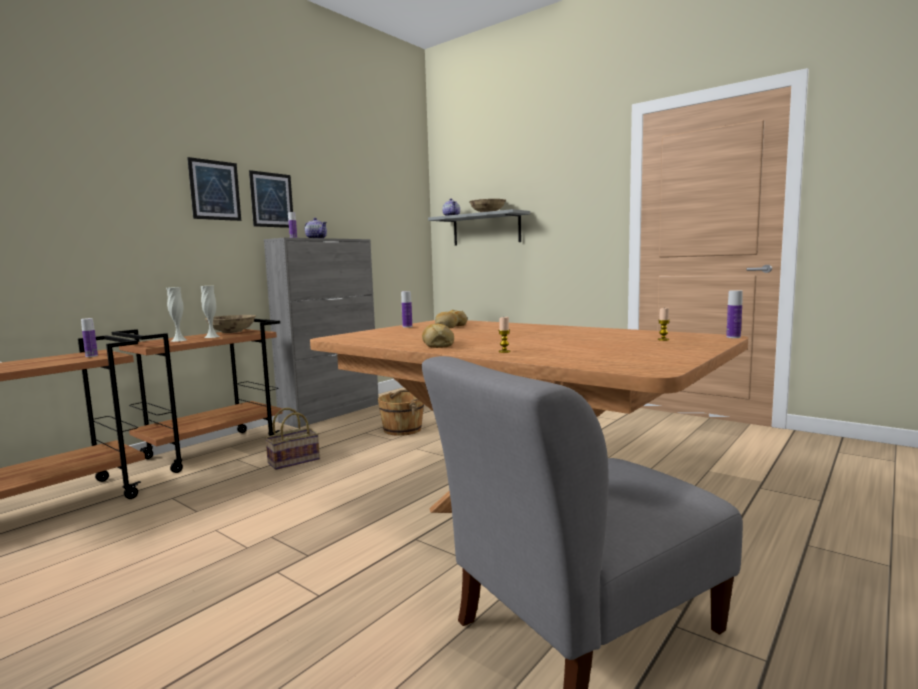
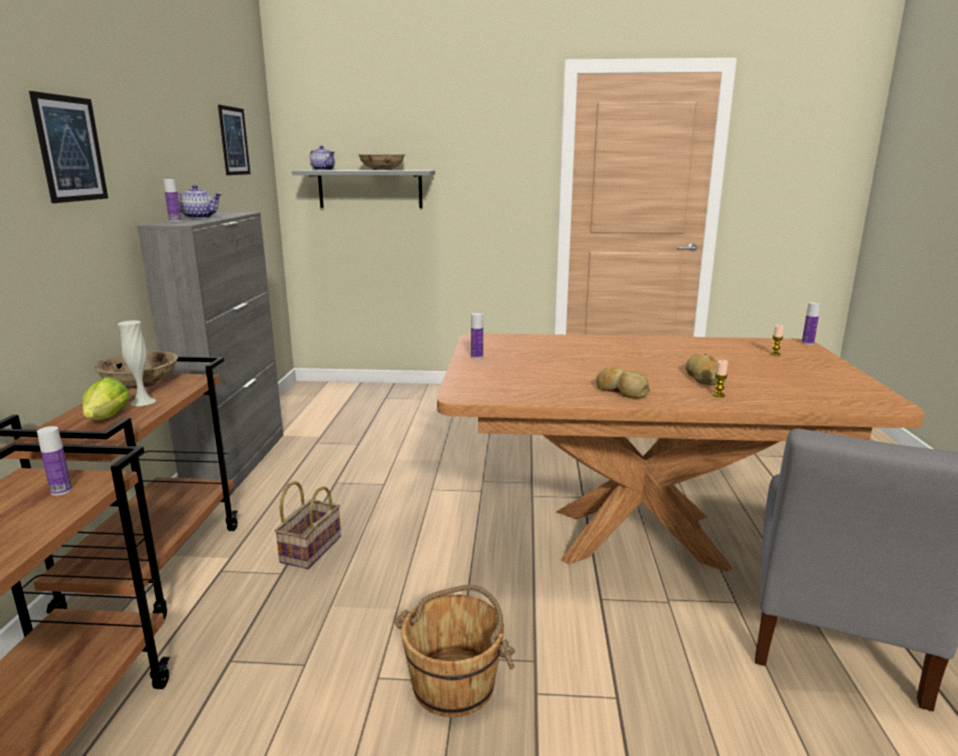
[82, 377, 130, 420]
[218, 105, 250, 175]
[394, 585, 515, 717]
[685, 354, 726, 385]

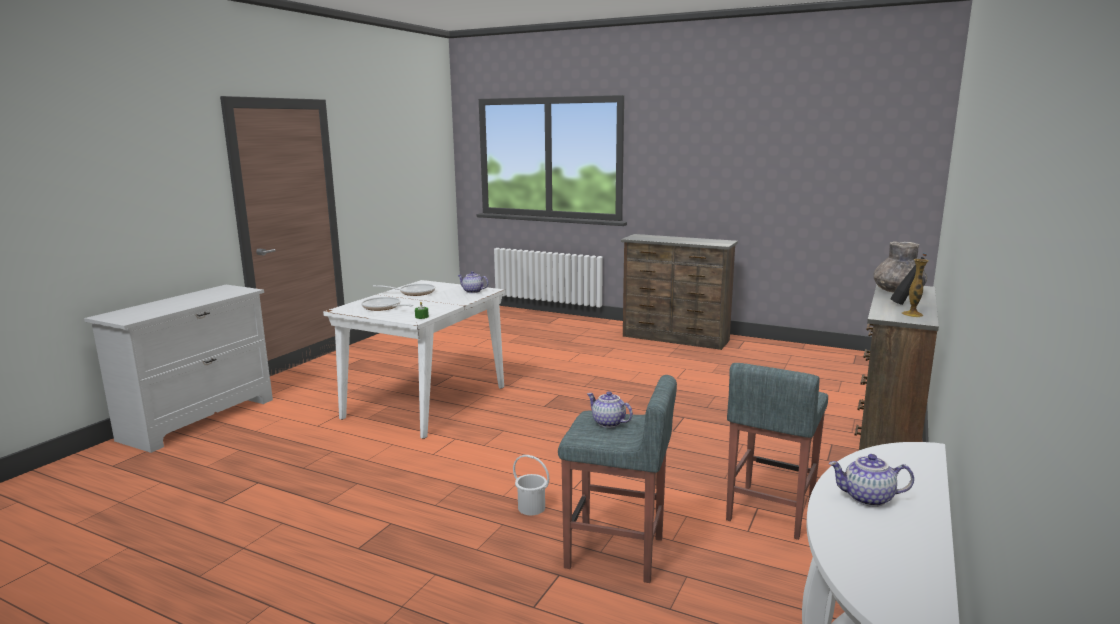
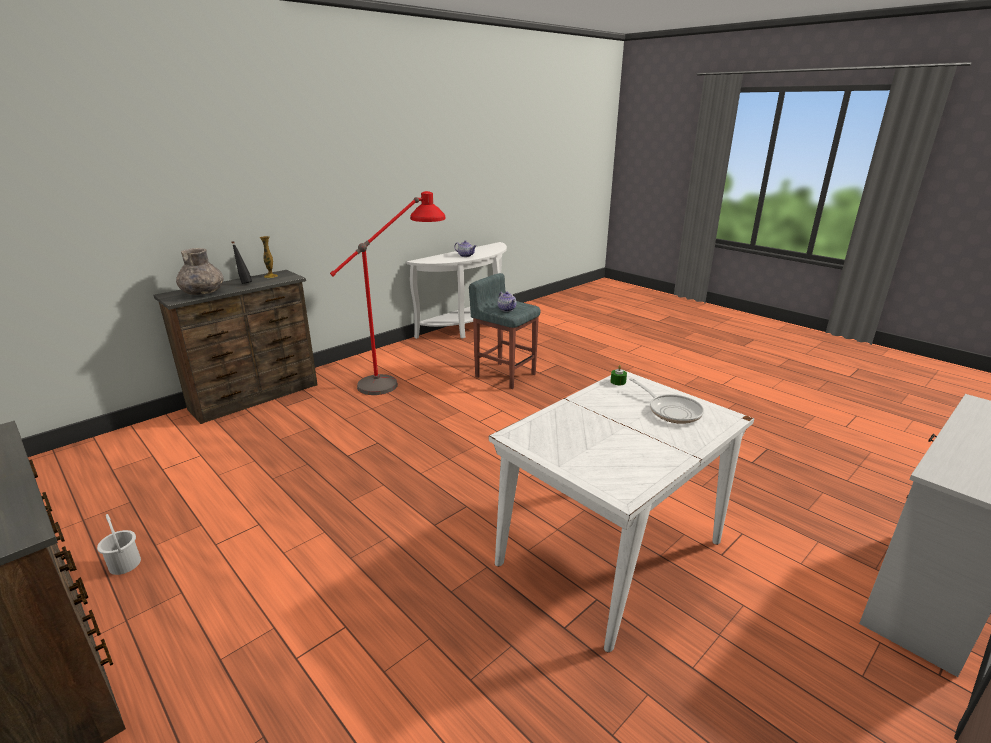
[97, 514, 141, 575]
[330, 191, 445, 395]
[373, 284, 435, 296] (first image)
[457, 271, 488, 293] (first image)

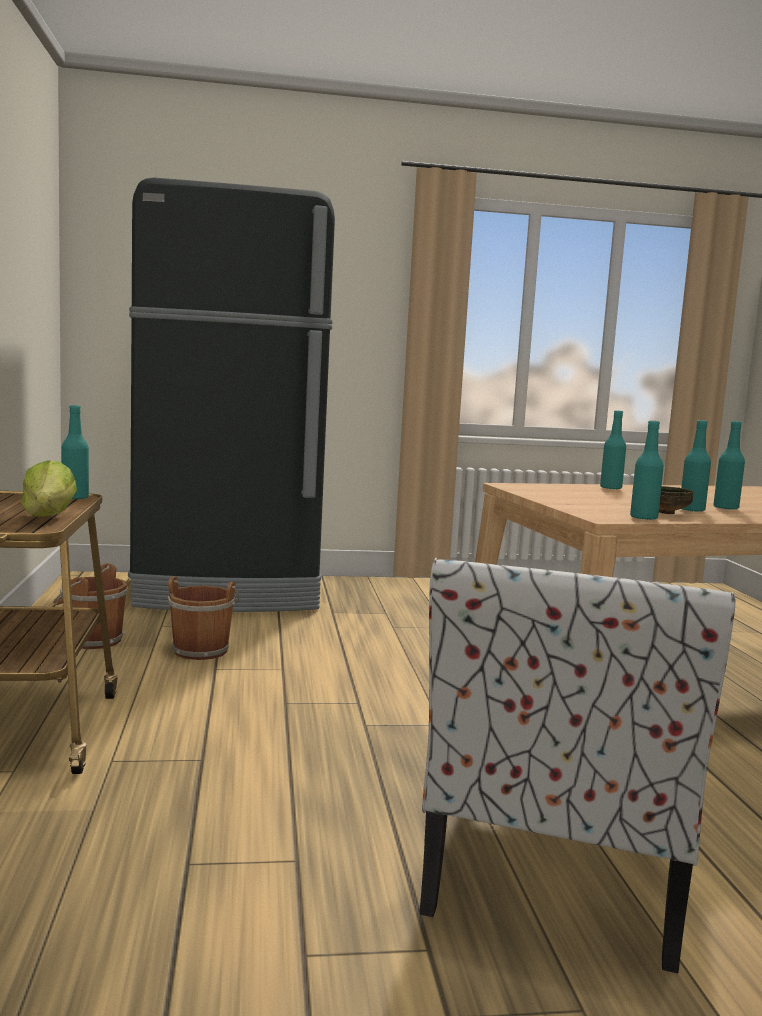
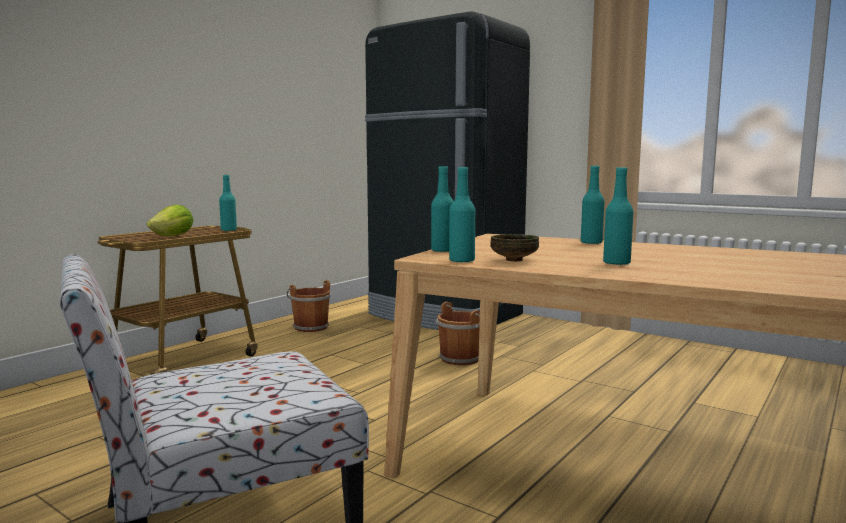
[431, 166, 454, 252]
[435, 302, 480, 365]

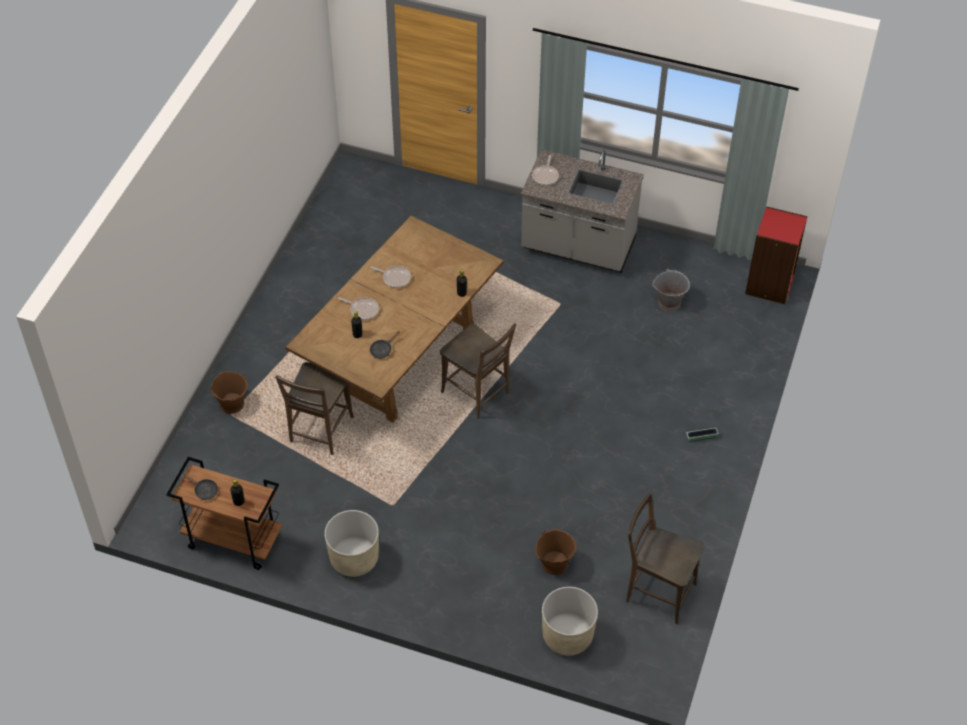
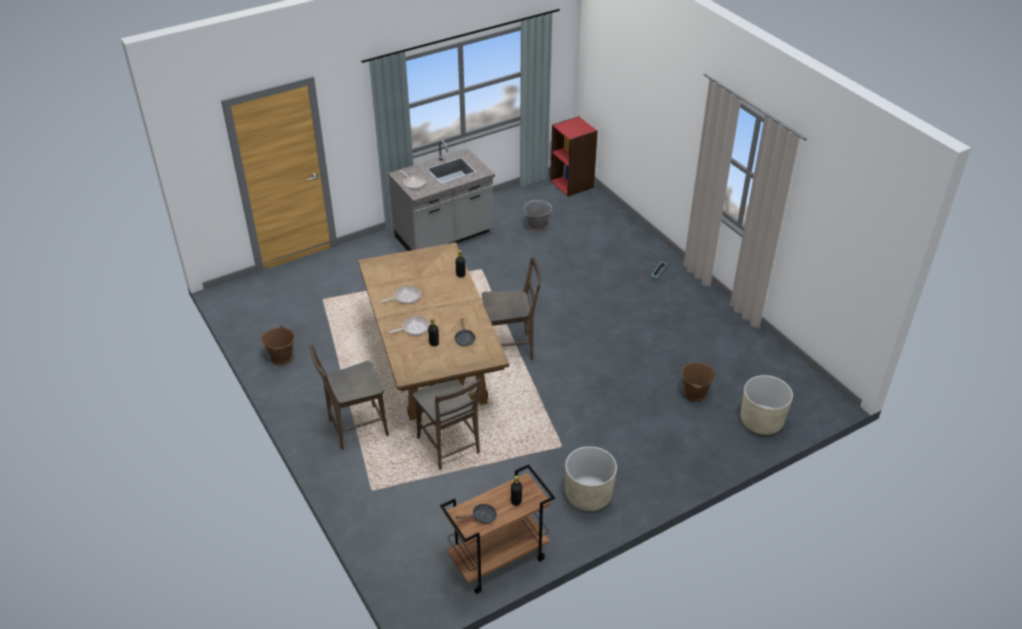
[261, 325, 295, 365]
[310, 344, 389, 450]

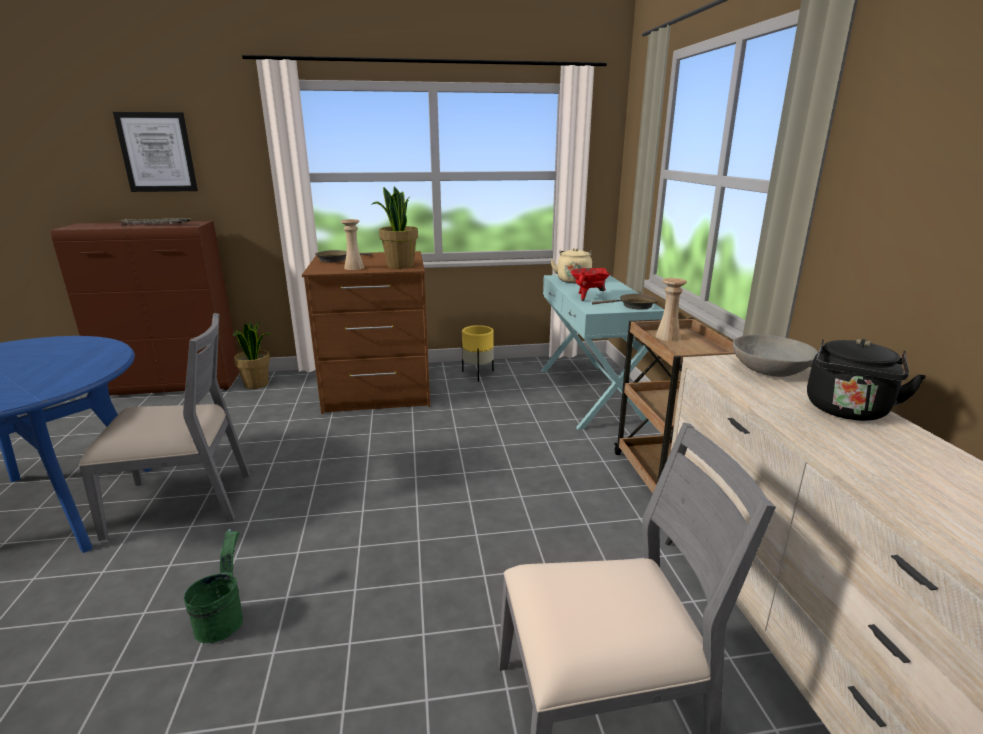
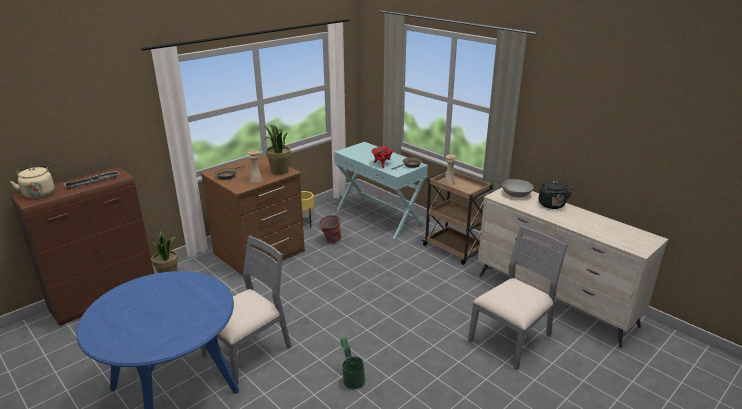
[10, 165, 54, 199]
[318, 215, 341, 243]
[113, 112, 198, 192] (first image)

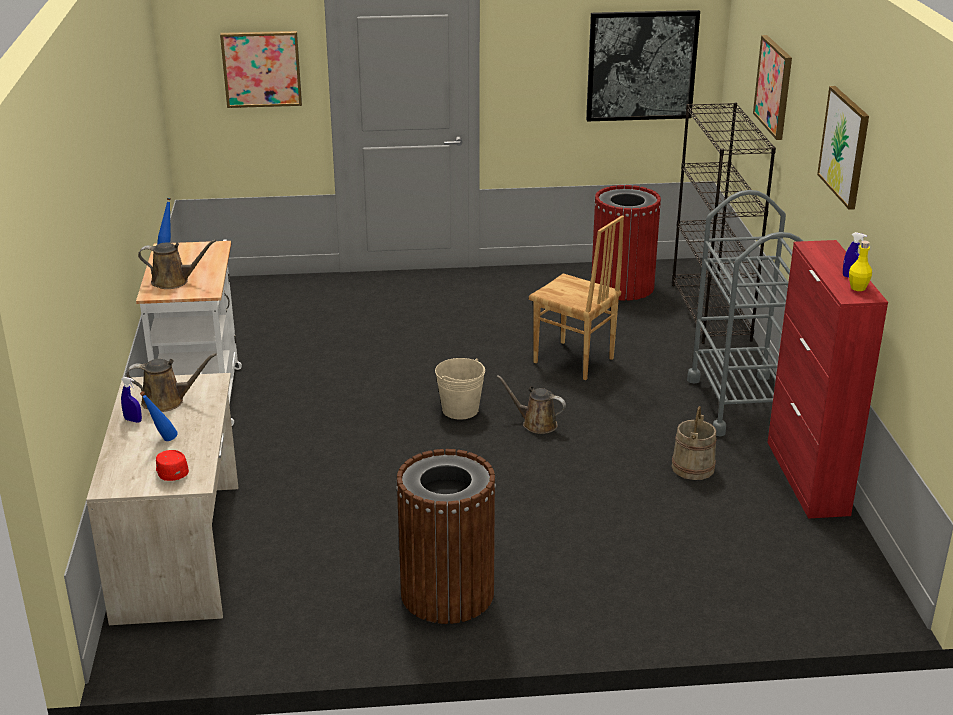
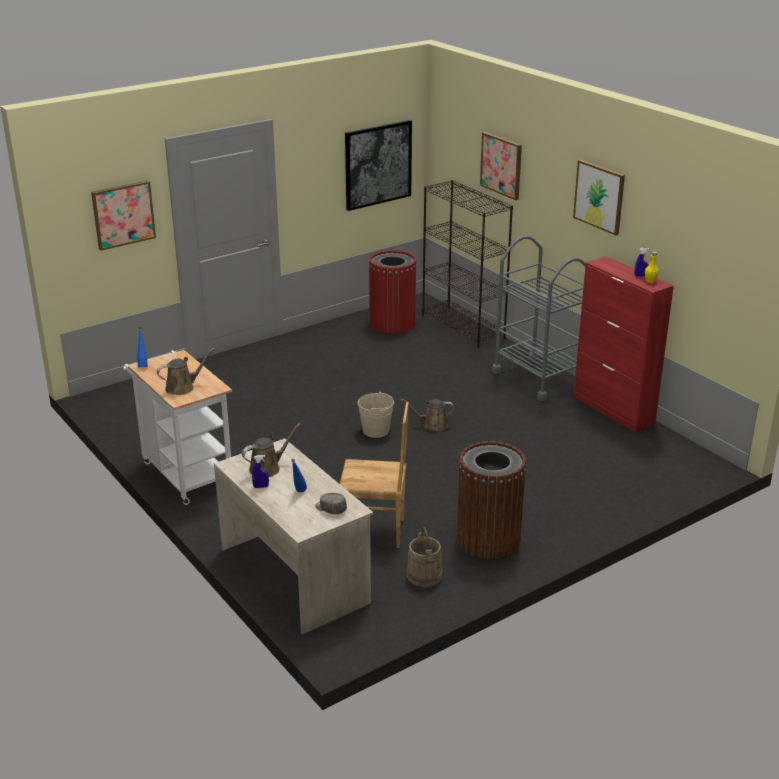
[315, 493, 347, 514]
[340, 402, 409, 548]
[406, 527, 442, 587]

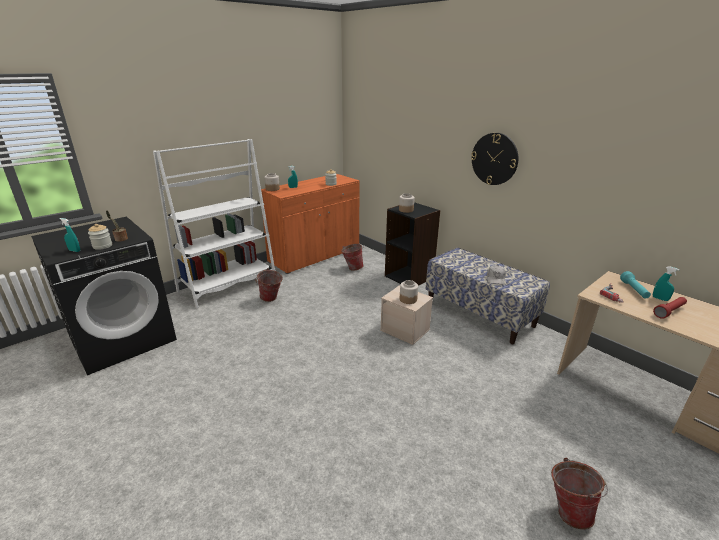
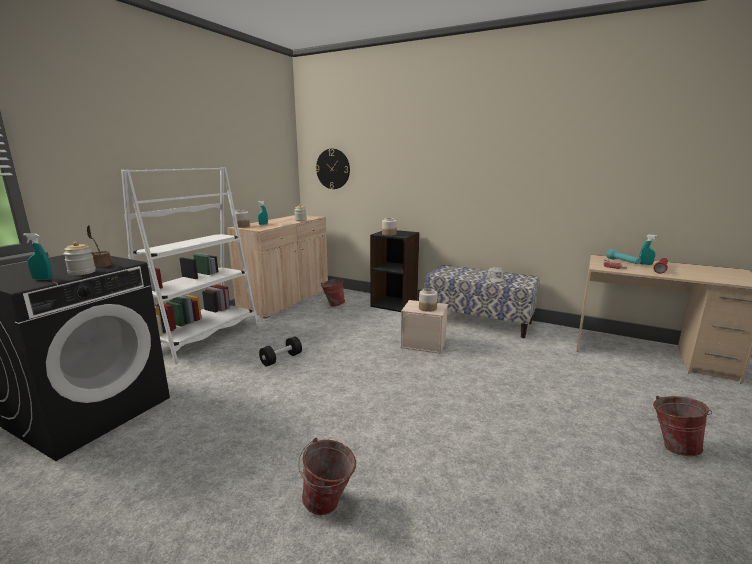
[227, 215, 328, 319]
[259, 336, 302, 367]
[298, 438, 356, 515]
[316, 149, 350, 189]

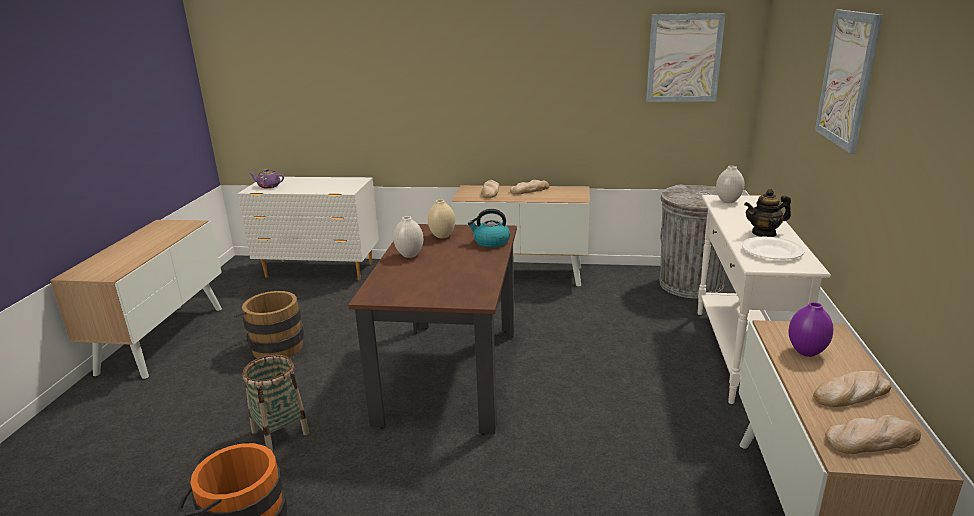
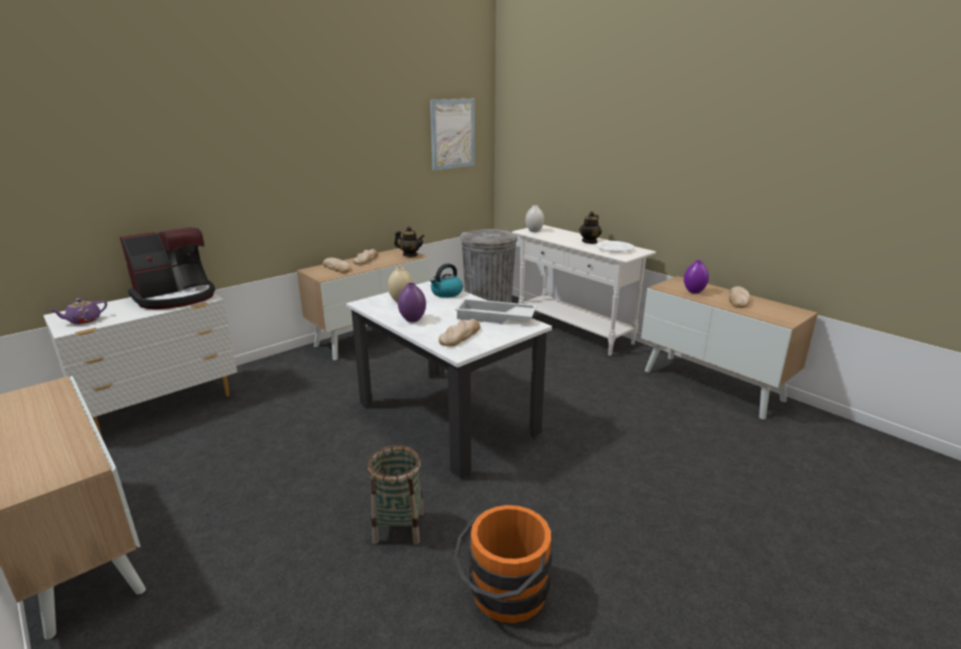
[120, 227, 215, 309]
[346, 281, 552, 478]
[394, 226, 425, 257]
[398, 283, 426, 322]
[439, 319, 480, 346]
[455, 299, 537, 323]
[234, 291, 304, 358] (first image)
[815, 10, 883, 153] (first image)

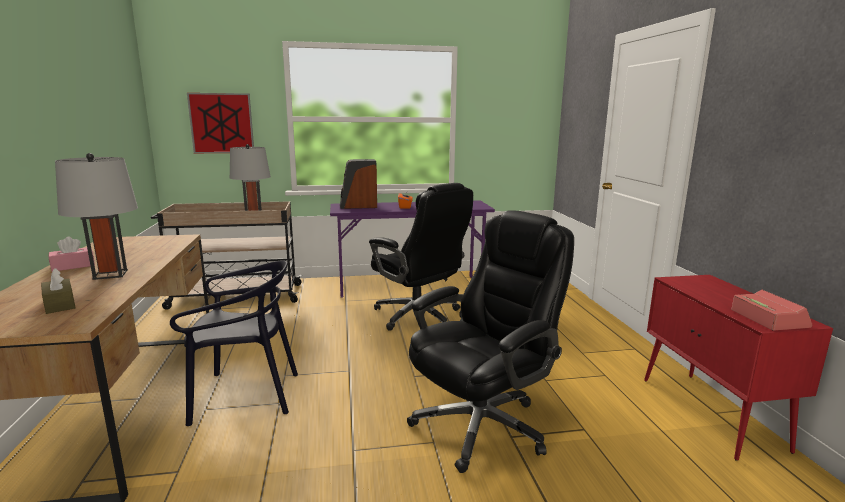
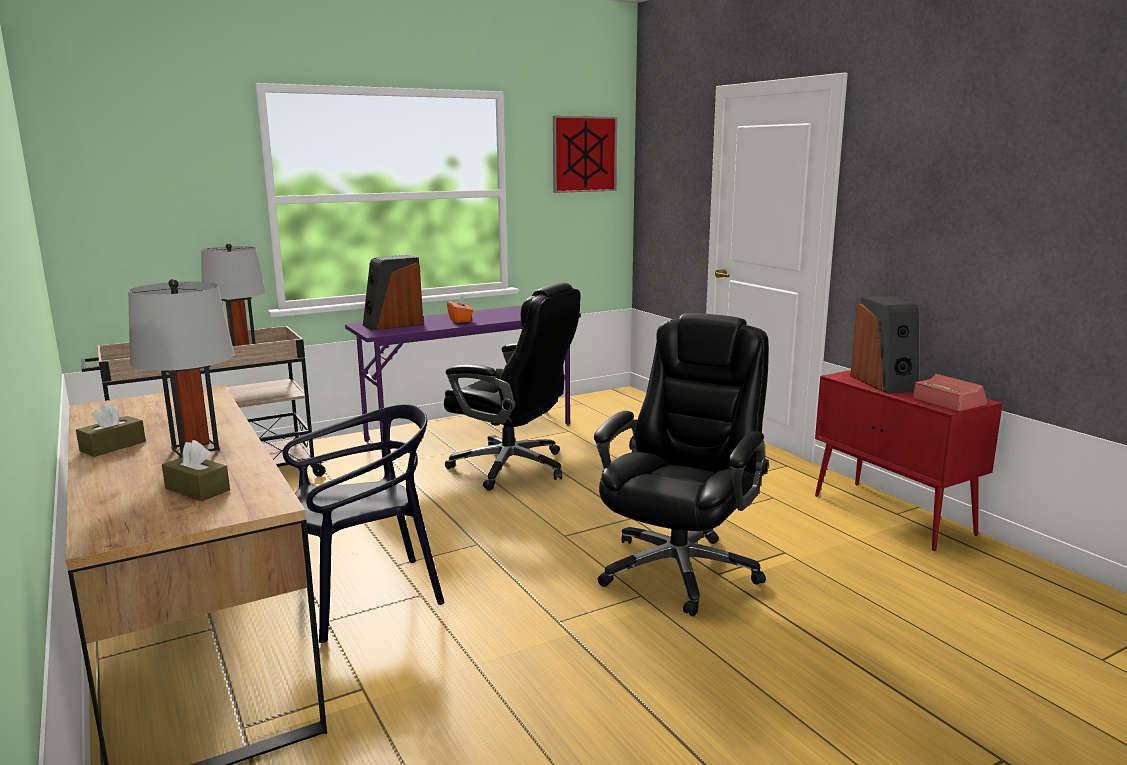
[76, 403, 146, 457]
[553, 116, 617, 193]
[850, 296, 919, 394]

